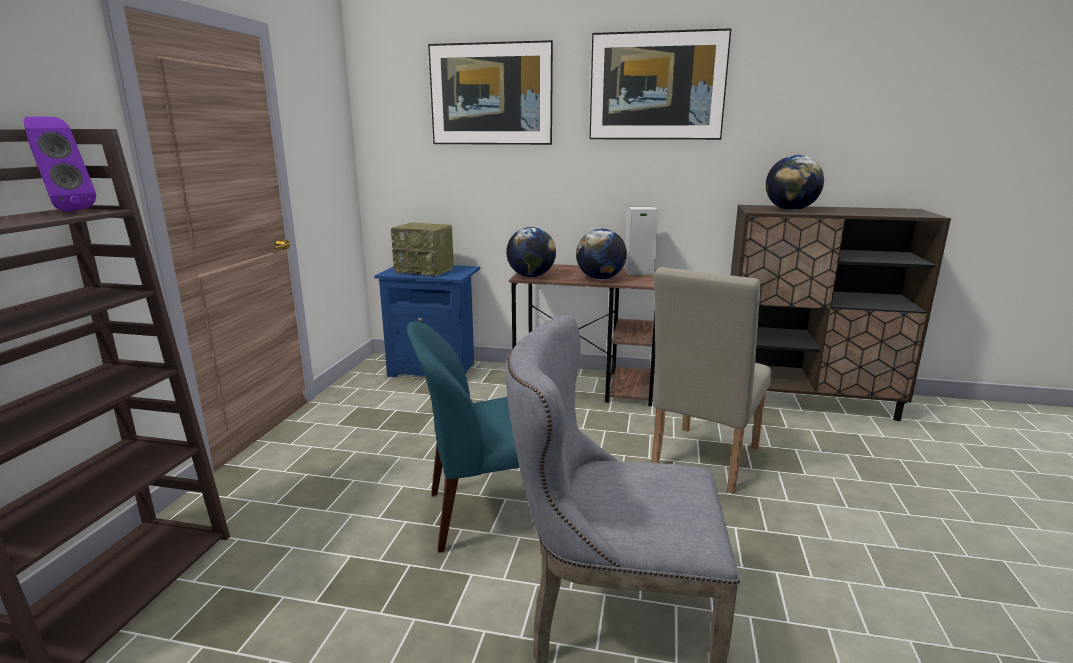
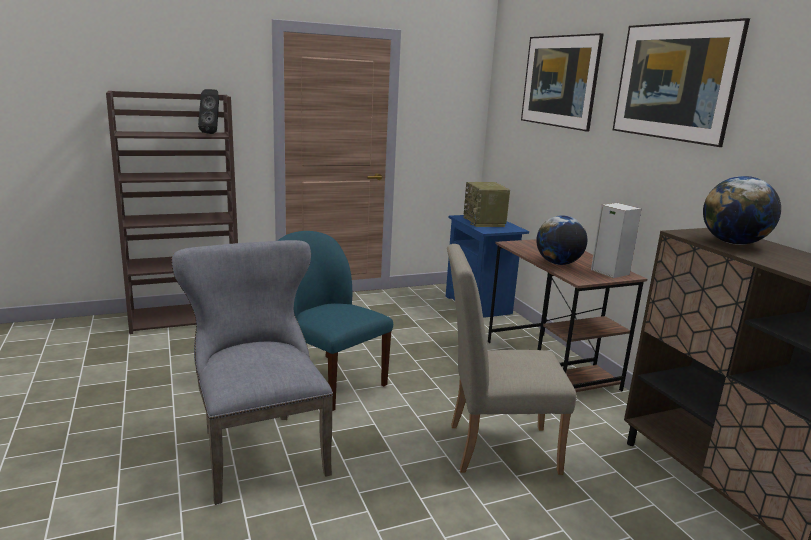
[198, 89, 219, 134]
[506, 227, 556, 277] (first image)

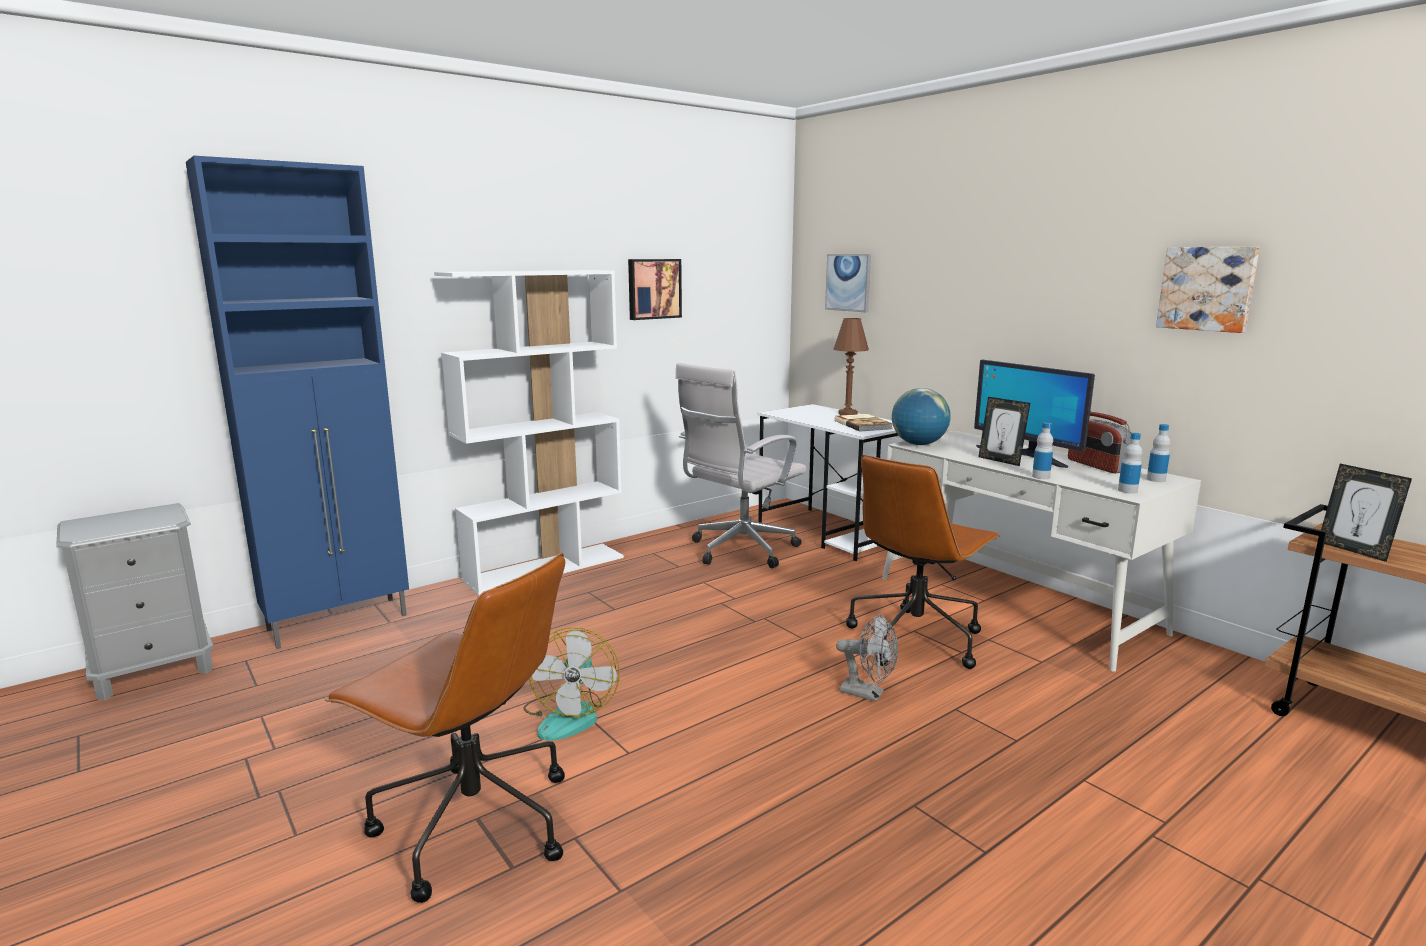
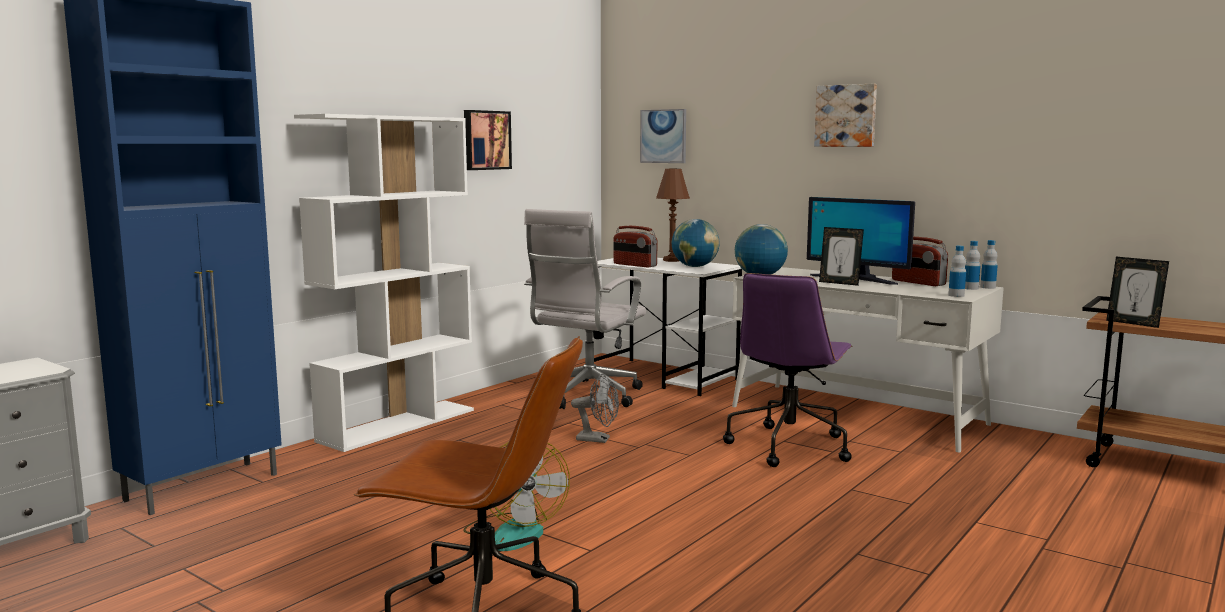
[571, 374, 619, 443]
[613, 226, 657, 268]
[672, 219, 720, 267]
[723, 273, 853, 467]
[814, 84, 877, 147]
[980, 240, 998, 289]

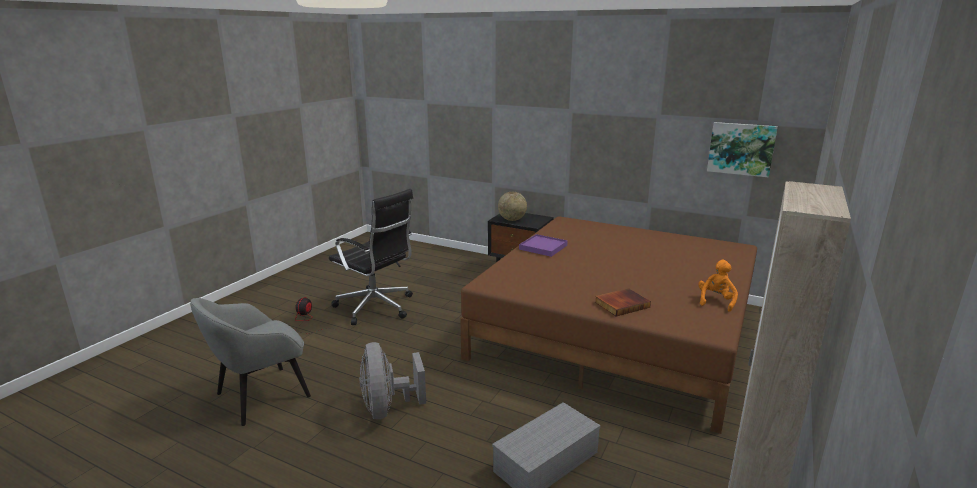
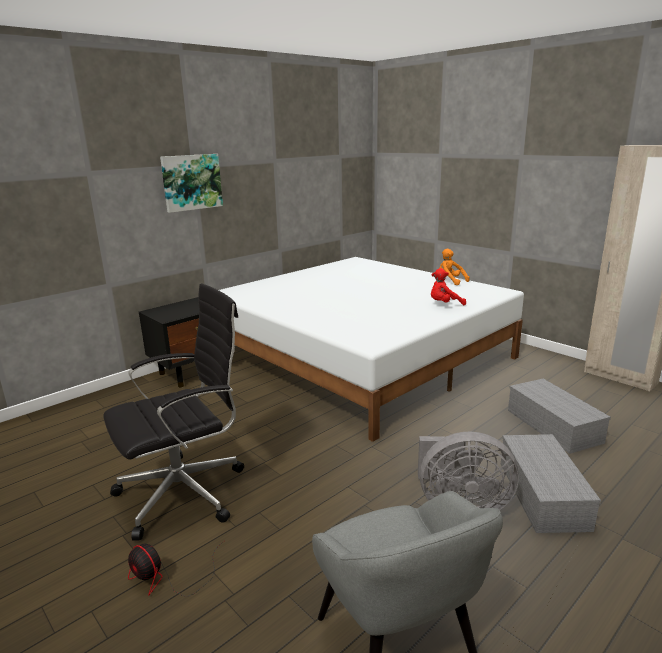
[160, 154, 223, 213]
[219, 257, 524, 442]
[431, 268, 466, 305]
[501, 434, 601, 533]
[498, 192, 527, 221] (first image)
[519, 234, 567, 257] (first image)

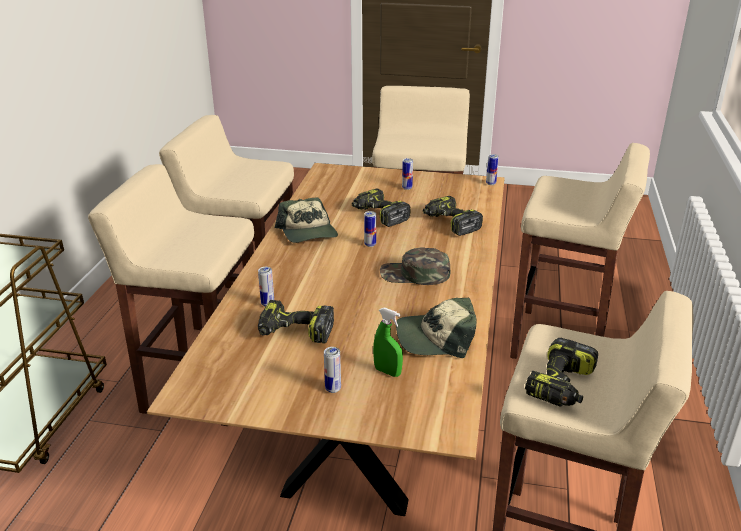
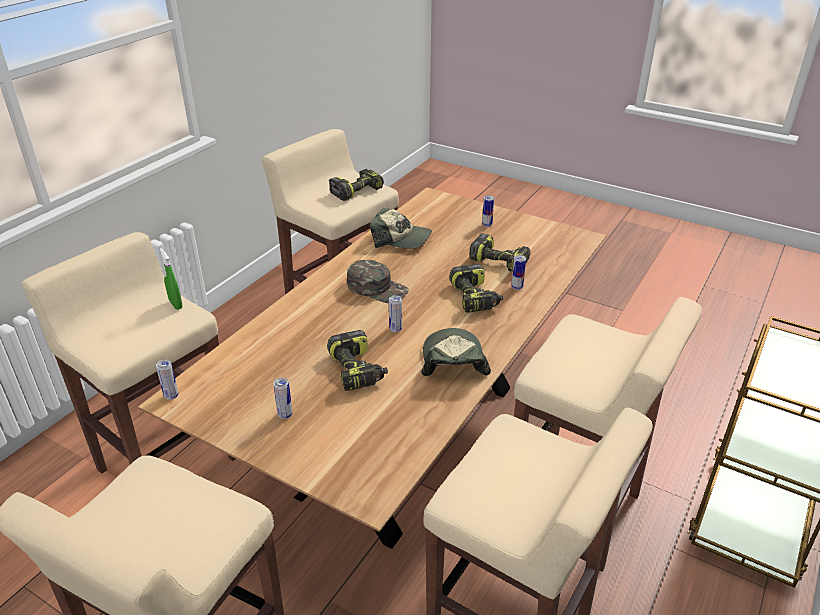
[160, 248, 183, 310]
[449, 264, 503, 313]

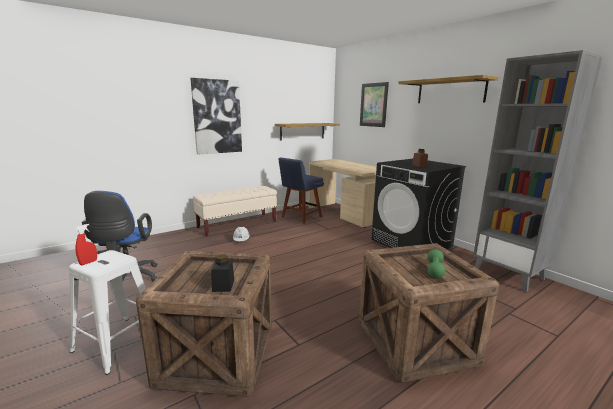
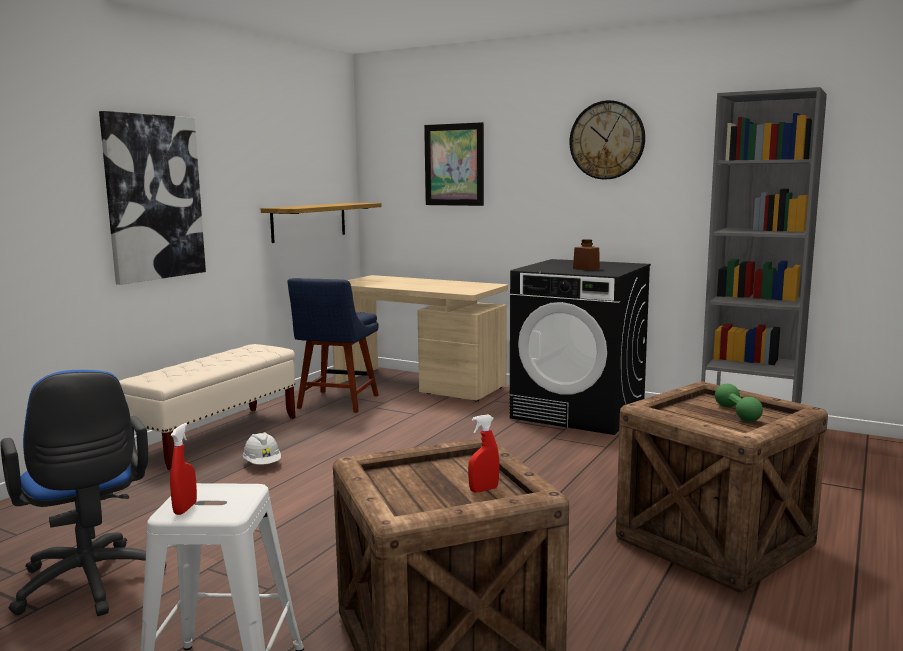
[468, 414, 499, 493]
[570, 100, 645, 179]

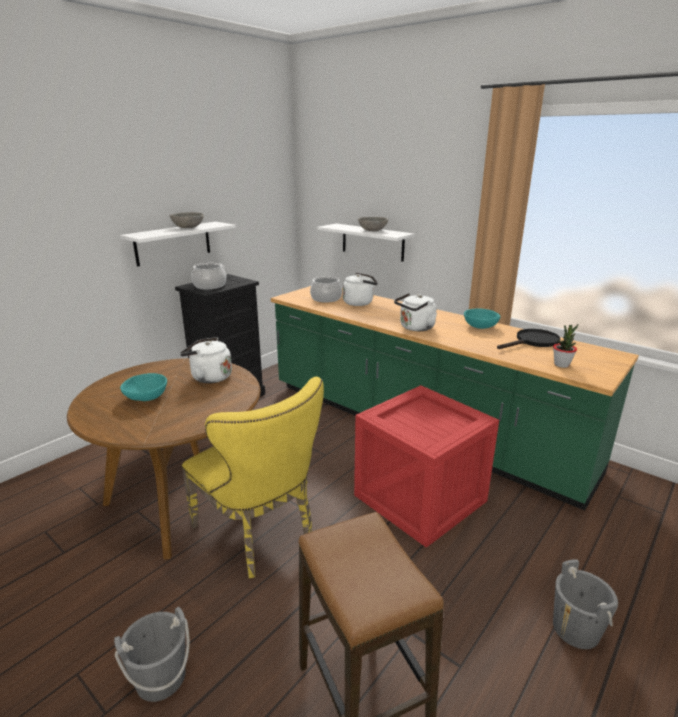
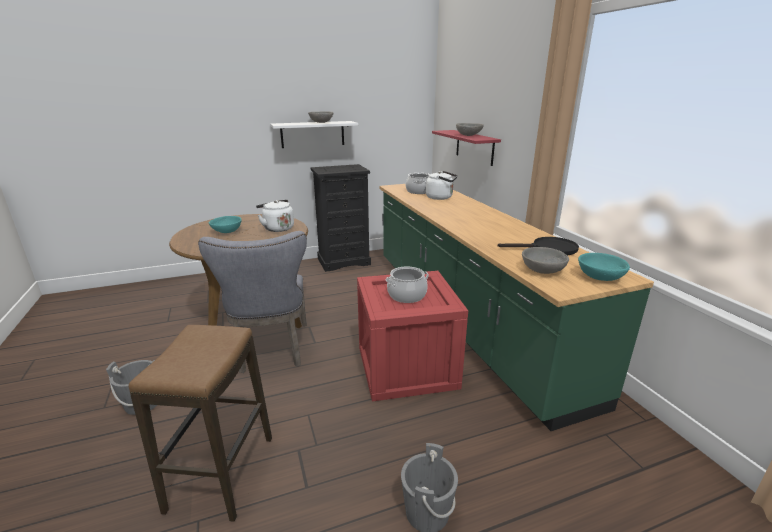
[198, 231, 307, 373]
[386, 267, 429, 303]
[432, 130, 501, 166]
[522, 247, 569, 274]
[578, 253, 630, 281]
[394, 293, 437, 331] (first image)

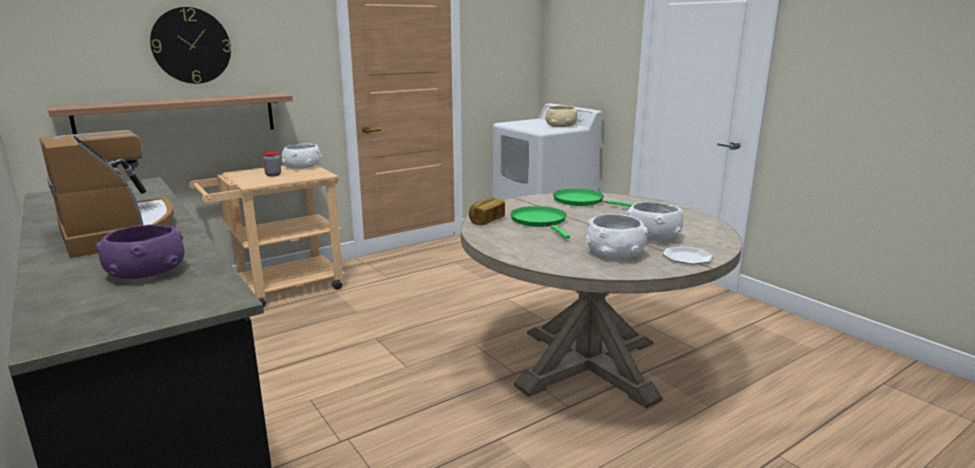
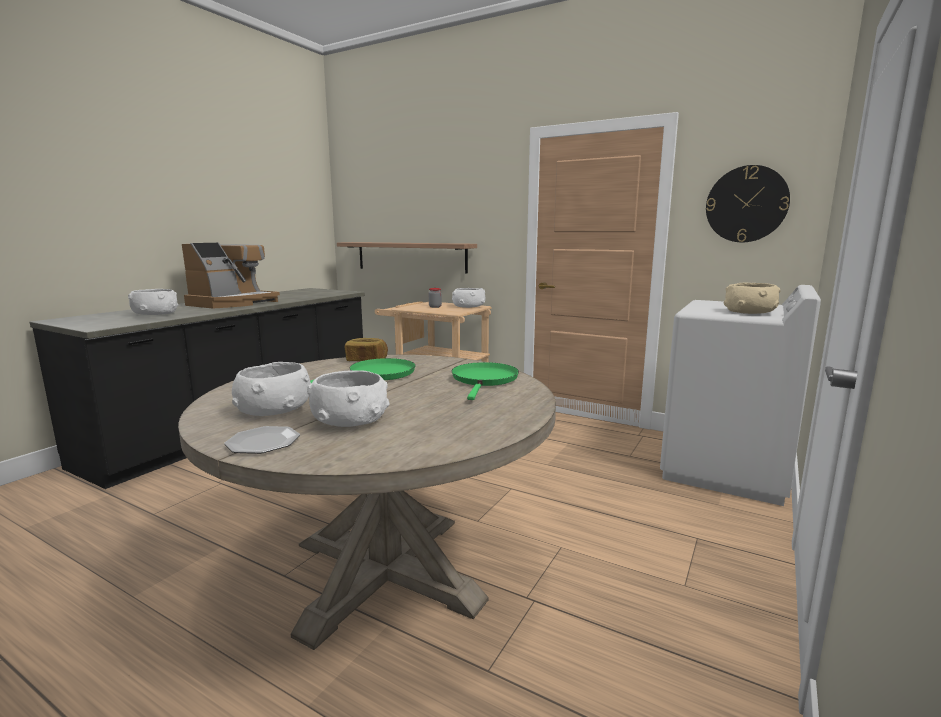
[128, 289, 178, 315]
[706, 165, 790, 242]

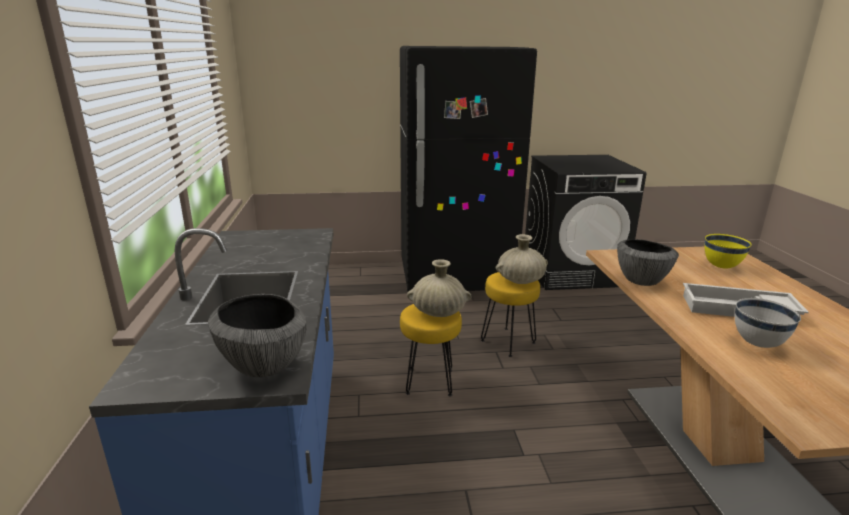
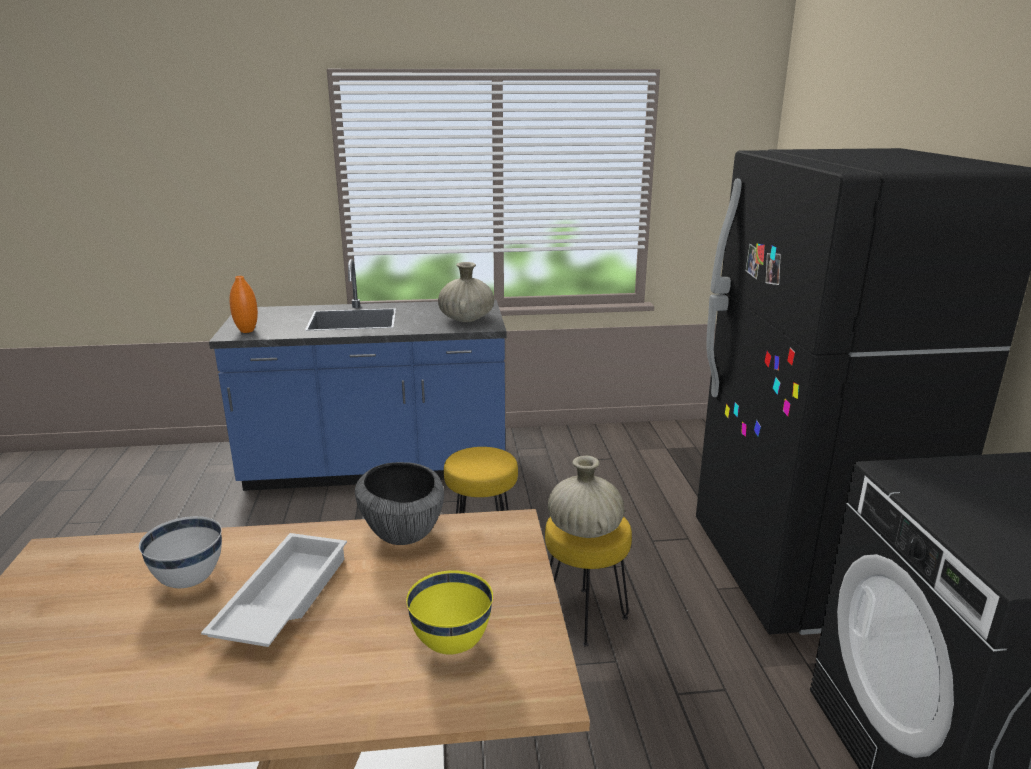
[229, 276, 258, 333]
[438, 262, 494, 322]

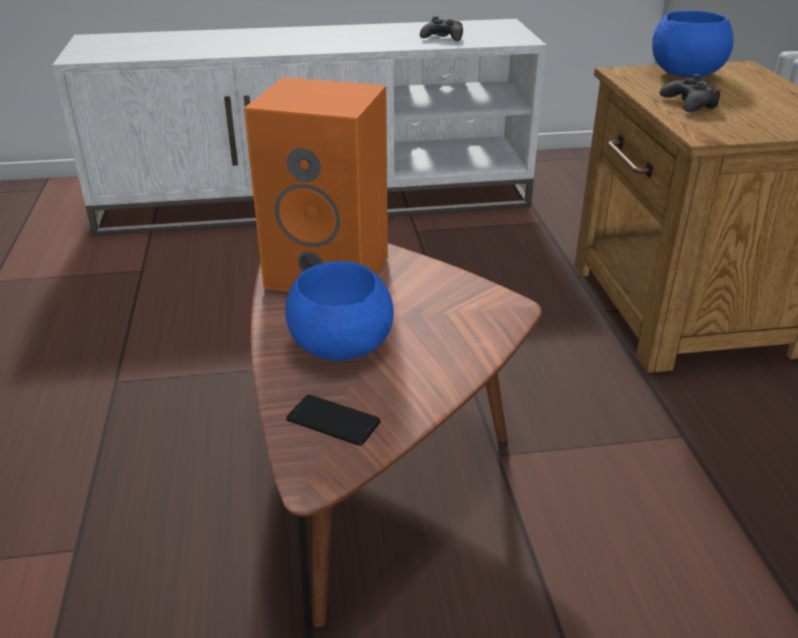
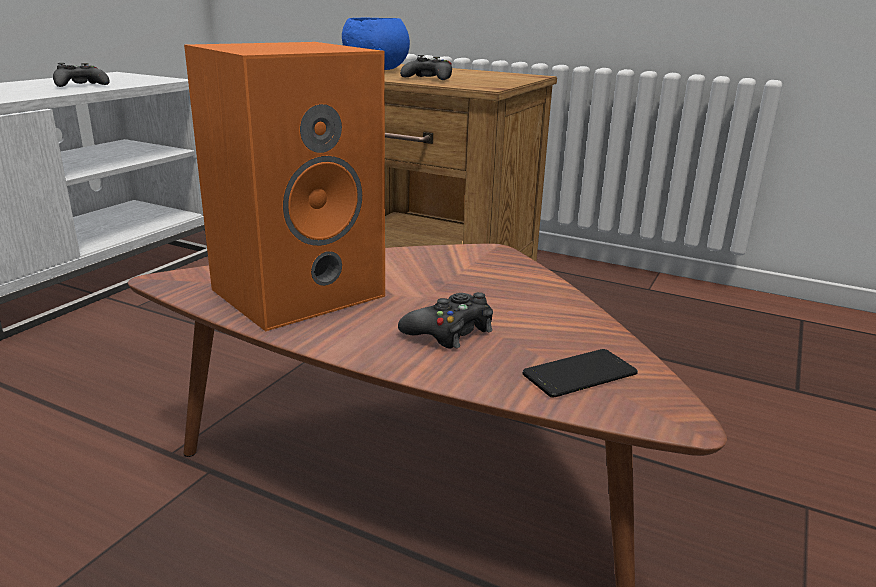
[398, 292, 493, 349]

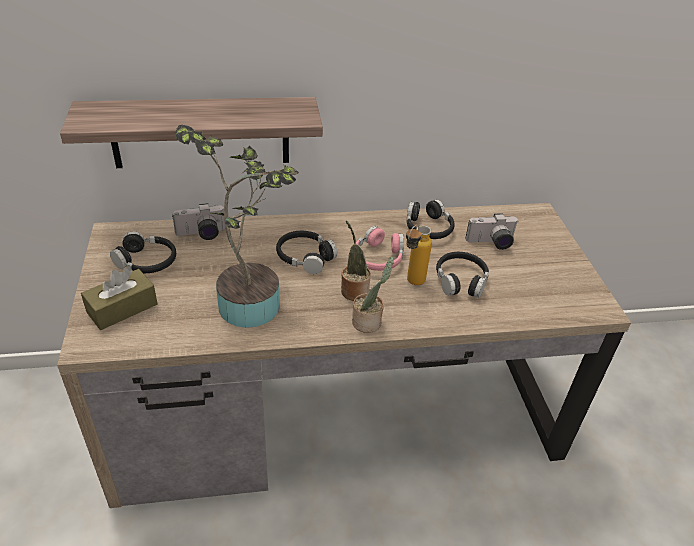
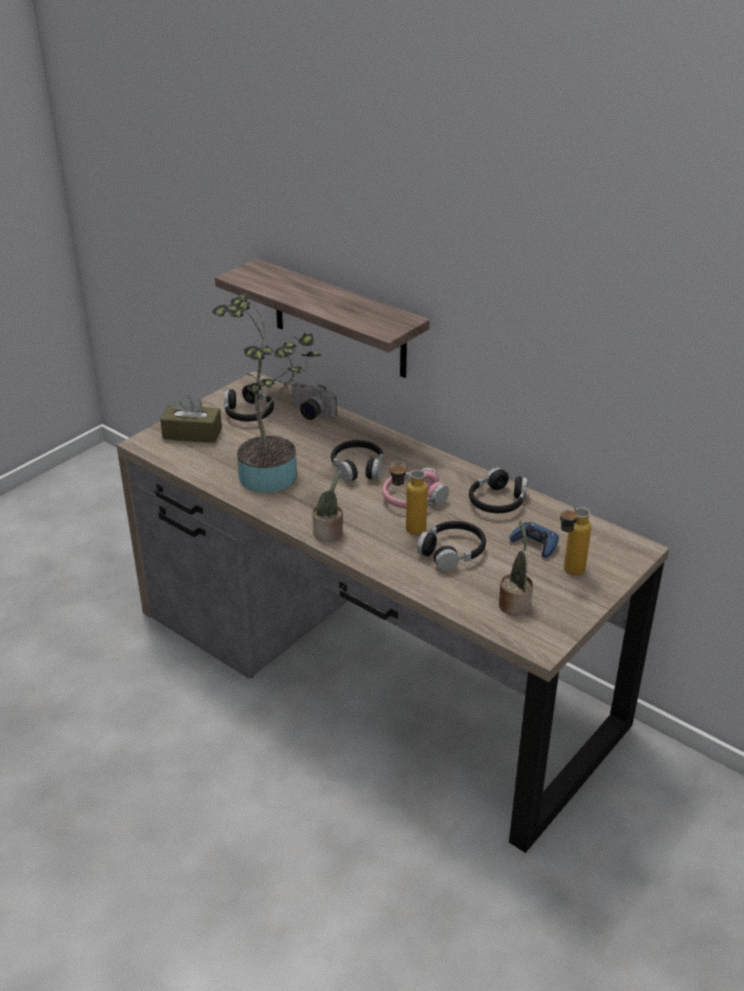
[499, 520, 533, 616]
[509, 522, 559, 558]
[560, 506, 591, 575]

